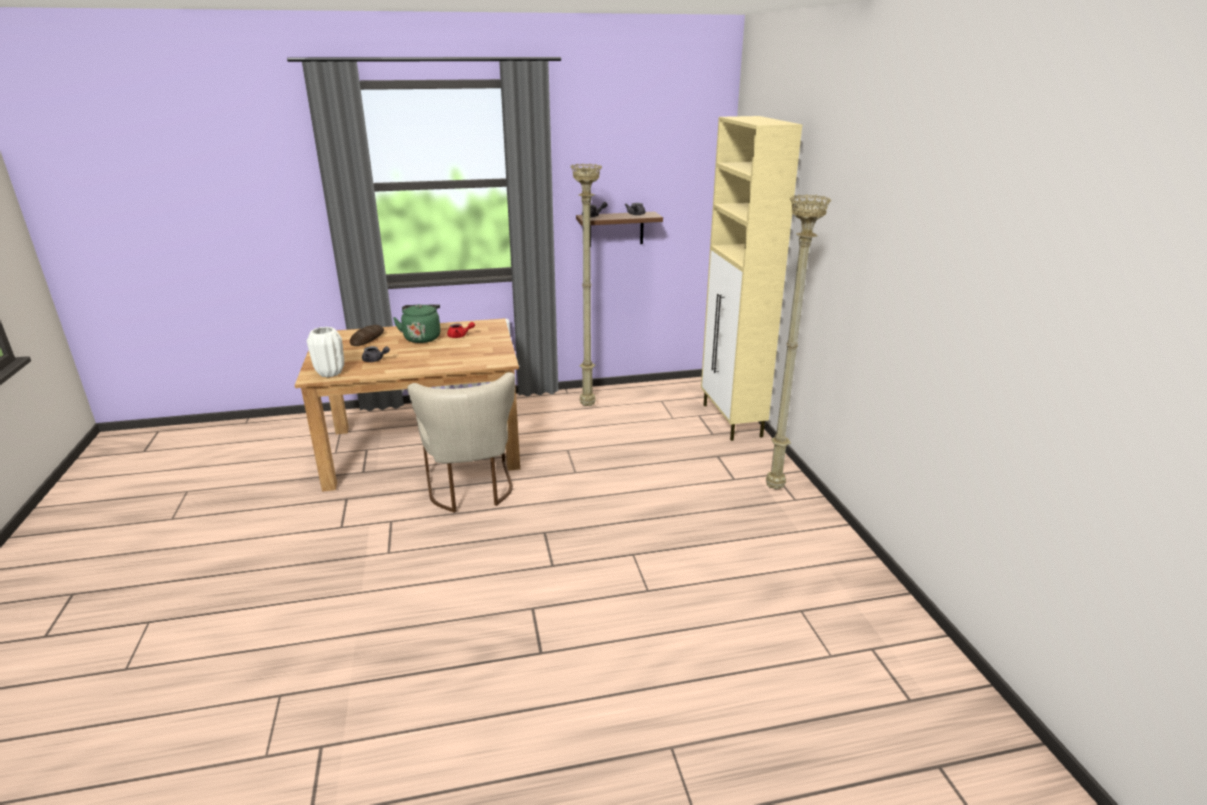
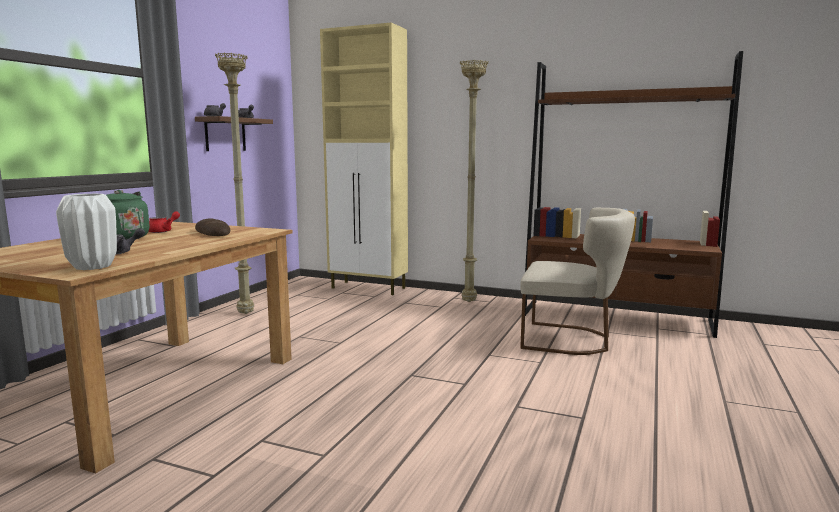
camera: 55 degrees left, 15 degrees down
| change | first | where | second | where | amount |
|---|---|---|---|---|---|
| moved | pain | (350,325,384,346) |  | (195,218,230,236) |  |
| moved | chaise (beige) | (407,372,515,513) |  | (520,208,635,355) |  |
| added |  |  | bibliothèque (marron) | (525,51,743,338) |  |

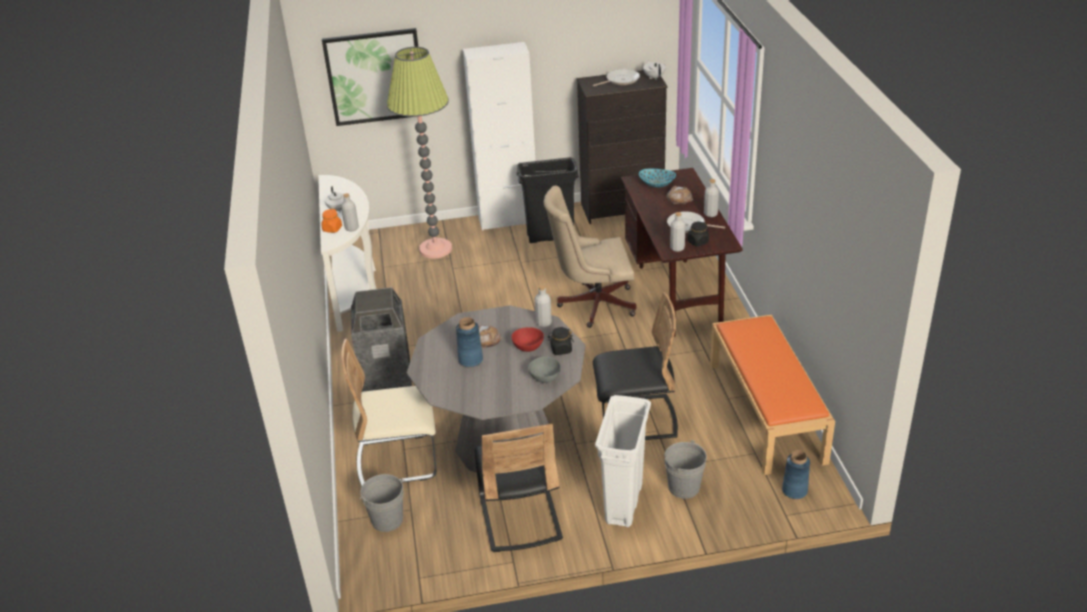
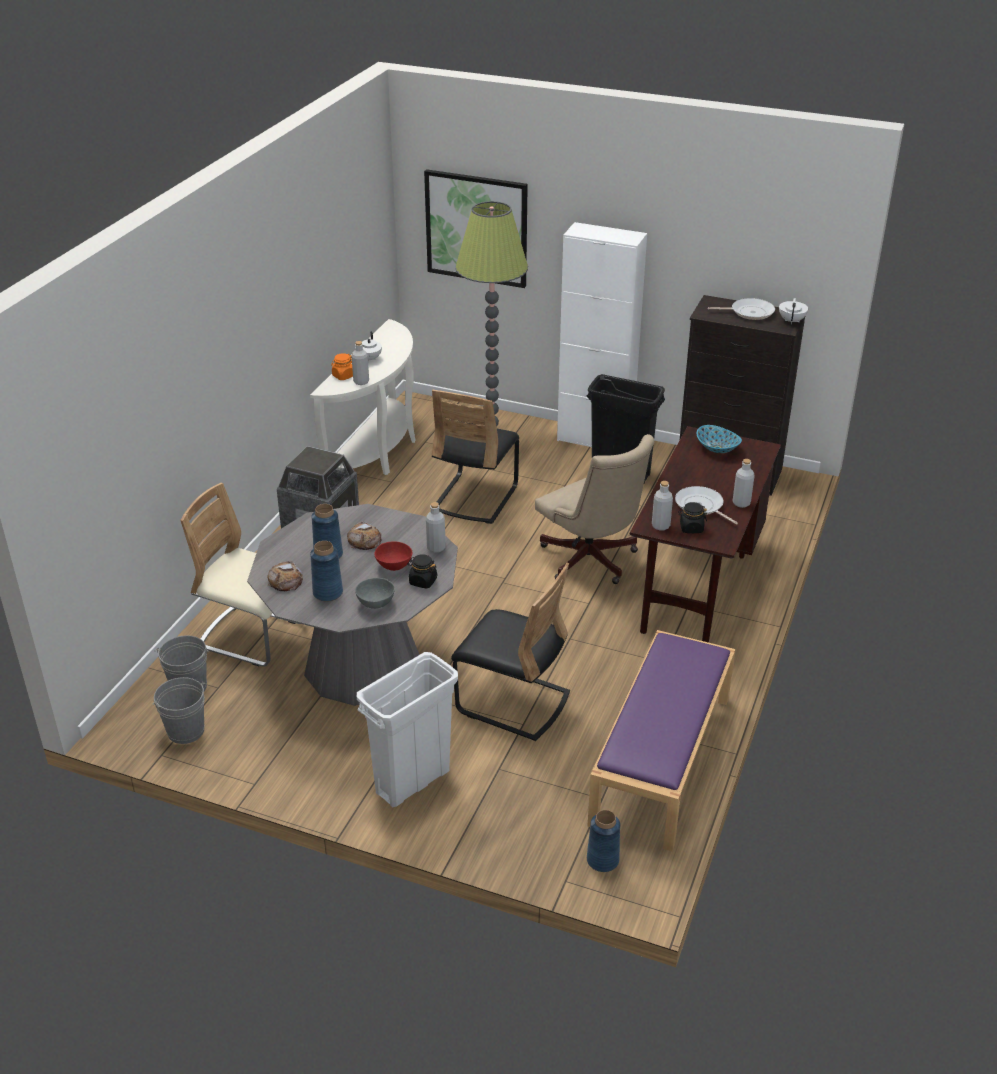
camera: 30 degrees right, 0 degrees up
| change | first | where | second | where | amount |
|---|---|---|---|---|---|
| turned | chaise de bureau (beige) | (544,186,636,328) |  | (535,434,654,584) | 150 degrees counterclockwise |
| moved | pain | (666,186,693,204) |  | (267,561,303,591) |  |
| recoloured | banc (orange) | (710,315,835,475) | banc (violet) | (588,630,736,851) |  |
| moved | chaise (noir) | (474,424,563,552) |  | (432,390,519,524) |  |
| moved | seau (gris) | (664,440,707,499) |  | (153,677,206,744) |  |
| added |  |  | vase (bleu) | (310,541,343,601) |  |

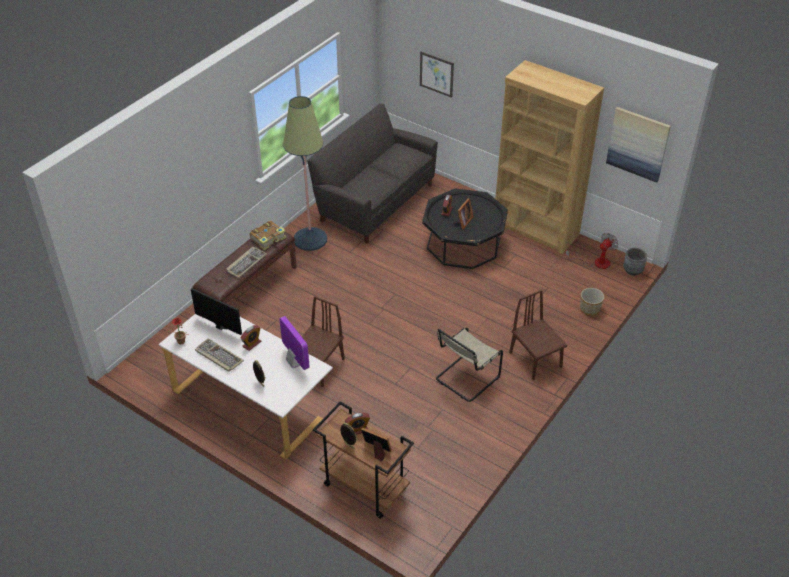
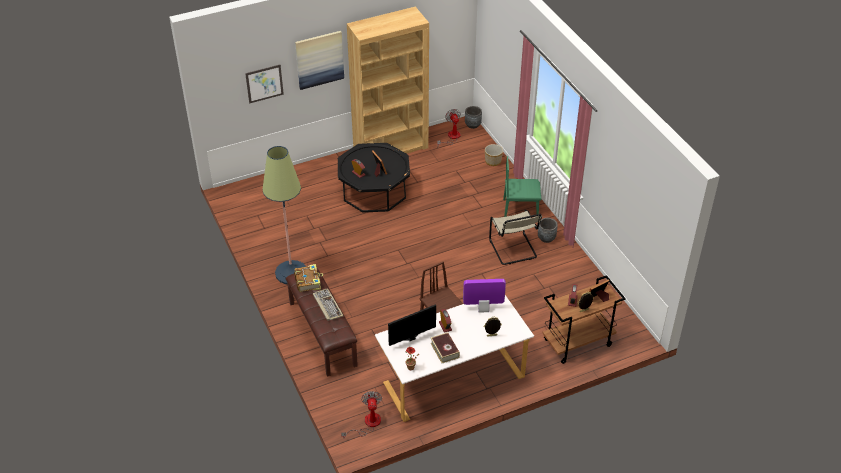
camera: 60 degrees left, 0 degrees up
| change | first | where | second | where | amount |
|---|---|---|---|---|---|
| removed | canapé (gris) | (307,103,438,244) |  |  |  |
| moved | tableau | (606,107,671,183) |  | (295,31,344,90) |  |
| recoloured | chaise (marron) | (509,290,567,380) | chaise (vert) | (503,156,541,217) |  |
| replaced | clavier | (195,338,244,372) | livre | (431,332,460,363) |  |
| added |  |  | cache-pot (gris) | (538,218,558,243) |  |
| added |  |  | ventilateur | (341,391,382,438) |  |

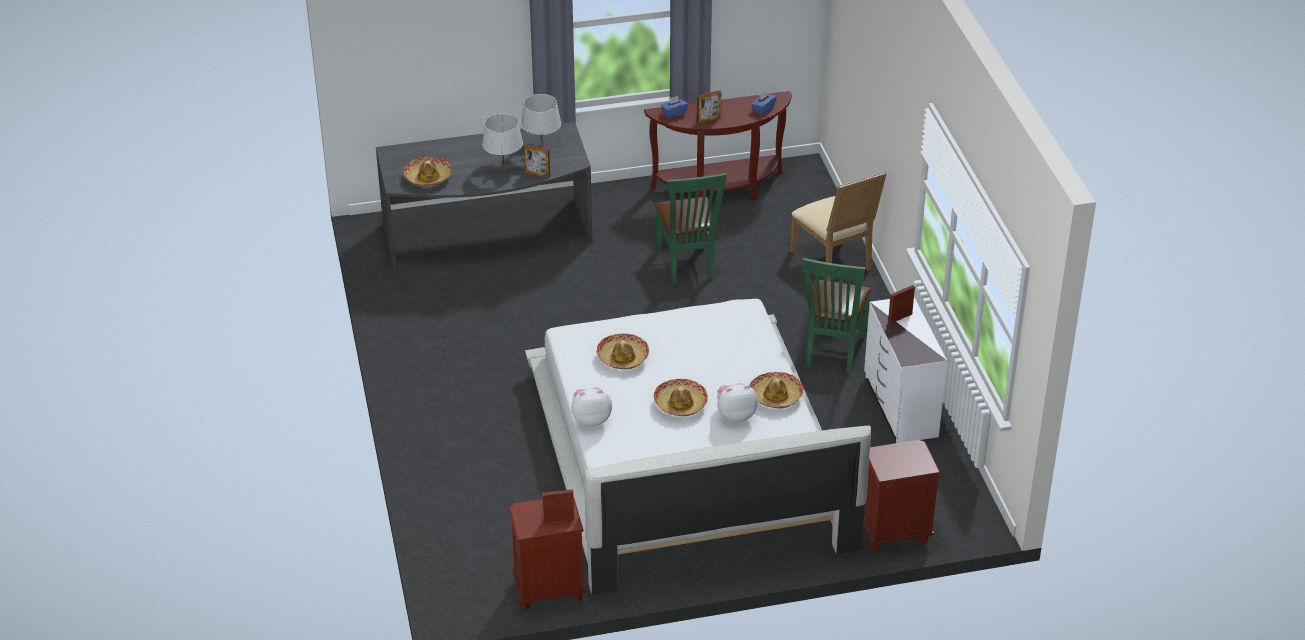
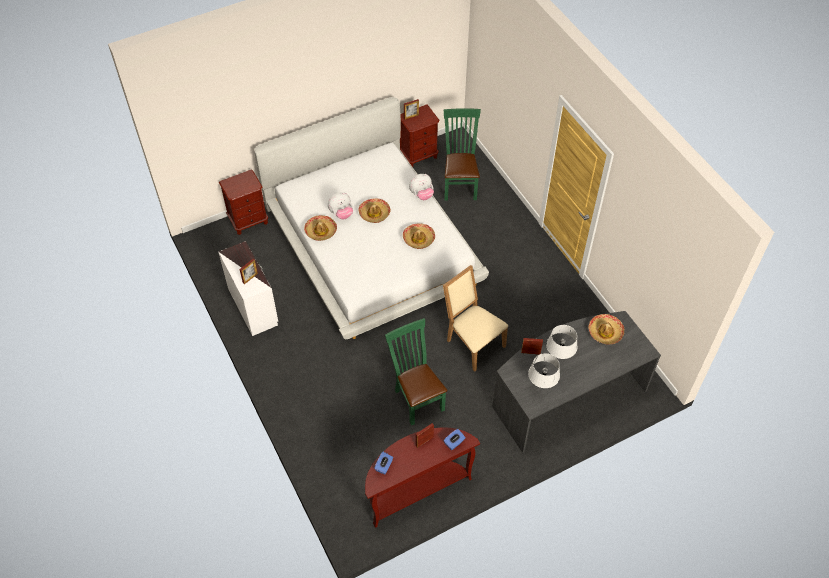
camera: 165 degrees right, 15 degrees up
| change | first | where | second | where | amount |
|---|---|---|---|---|---|
| moved | chaise (beige) | (790,172,886,281) |  | (443,265,508,372) |  |
| moved | chaise (vert) | (803,258,871,373) |  | (444,108,481,201) |  |

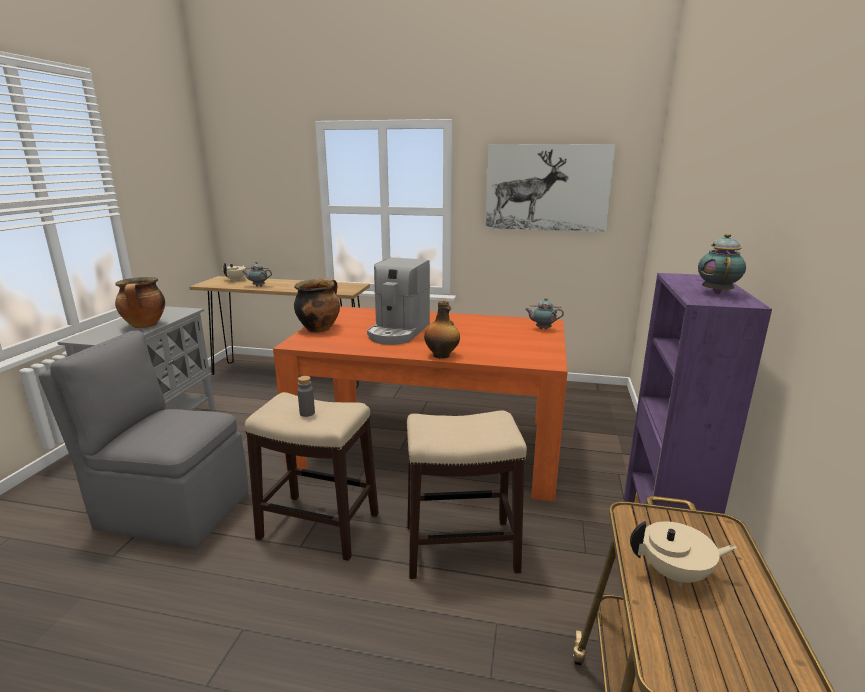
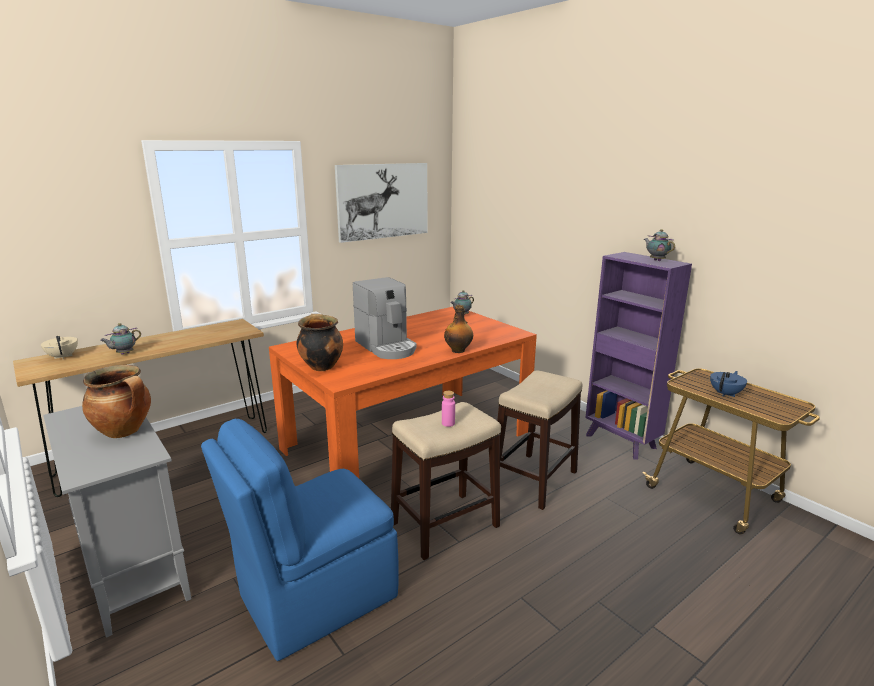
camera: 50 degrees left, 0 degrees up
| change | first | where | second | where | amount |
|---|---|---|---|---|---|
| recoloured | chaise (gris) | (38,331,248,548) | chaise (bleu) | (201,419,399,661) |  |
| recoloured | bouteille (gris) | (297,376,315,417) | bouteille (rose) | (442,391,455,427) |  |
| recoloured | théière (beige) | (630,521,737,588) | théière (bleu) | (710,371,747,397) |  |

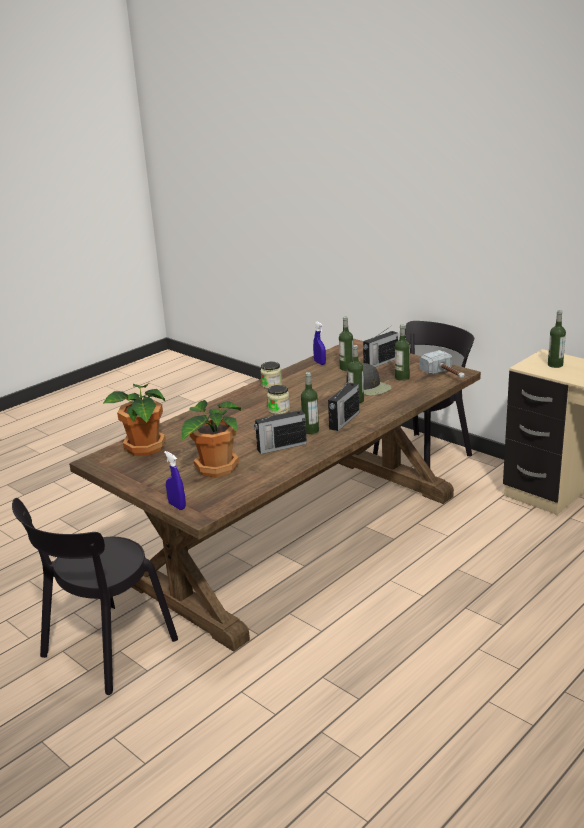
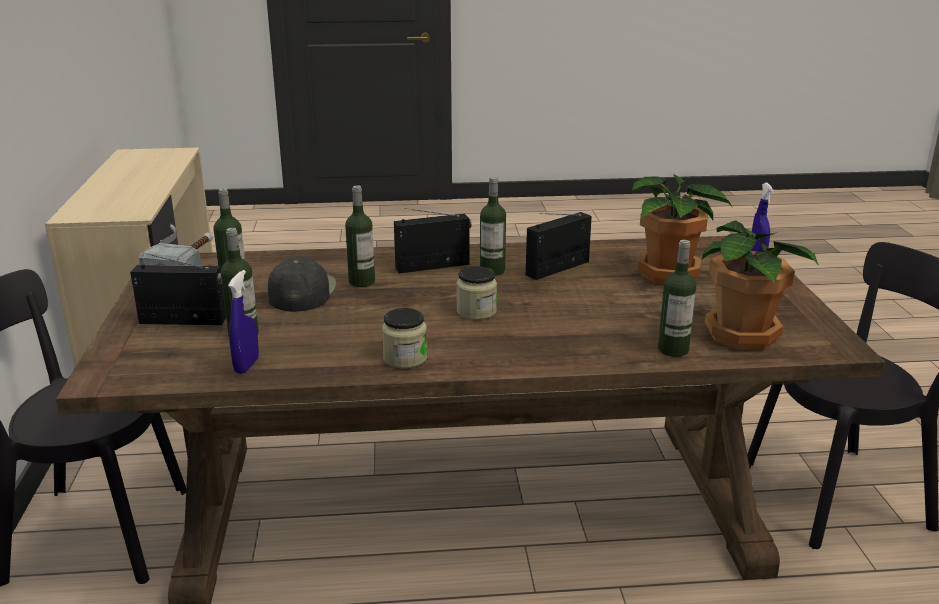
camera: 140 degrees left, 0 degrees up
| change | first | where | second | where | amount |
|---|---|---|---|---|---|
| moved | bouteille | (548,310,566,368) |  | (658,240,696,357) |  |
| turned | radio | (254,407,307,454) |  | (526,212,592,280) | 60 degrees counterclockwise |

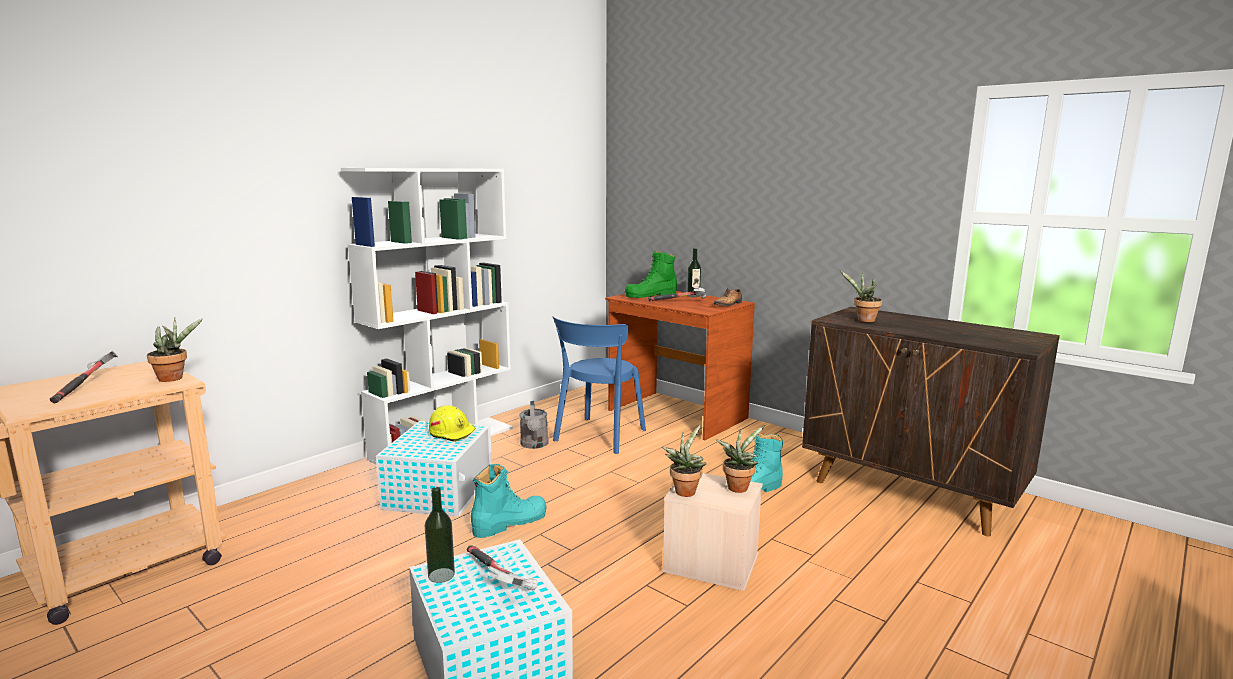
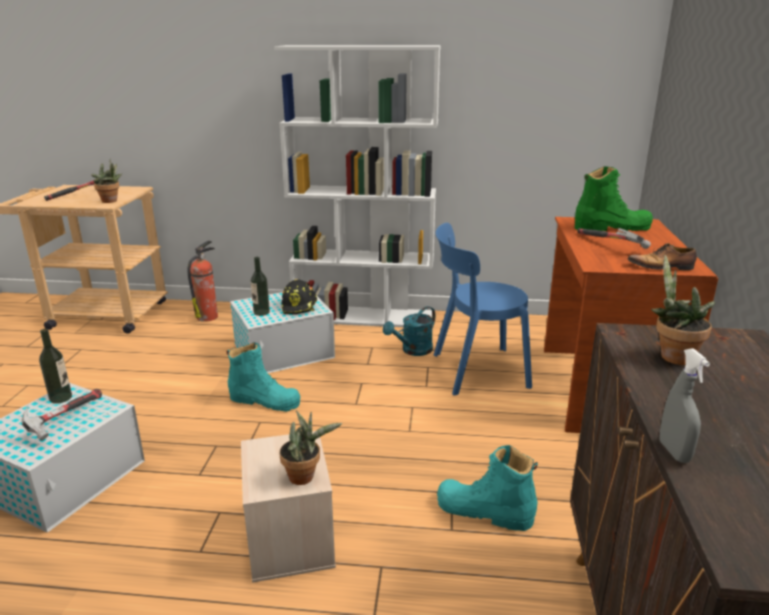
camera: 55 degrees right, 10 degrees up
| change | first | where | second | where | amount |
|---|---|---|---|---|---|
| moved | bouteille | (687,248,701,297) |  | (251,257,270,316) |  |
| turned | botte (vert) | (625,251,677,298) |  | (575,166,653,231) | 150 degrees clockwise |
| recoloured | arrosoir (gris) | (520,401,549,449) | arrosoir (turquoise) | (383,306,435,356) |  |
| recoloured | casque de chantier (jaune) | (429,405,476,442) | casque de chantier (noir) | (282,279,317,314) |  |
| removed | plante en pot | (662,424,706,497) |  |  |  |
| added |  |  | extincteur | (187,241,218,322) |  |
| added |  |  | vaporisateur (gris) | (659,348,710,463) |  |

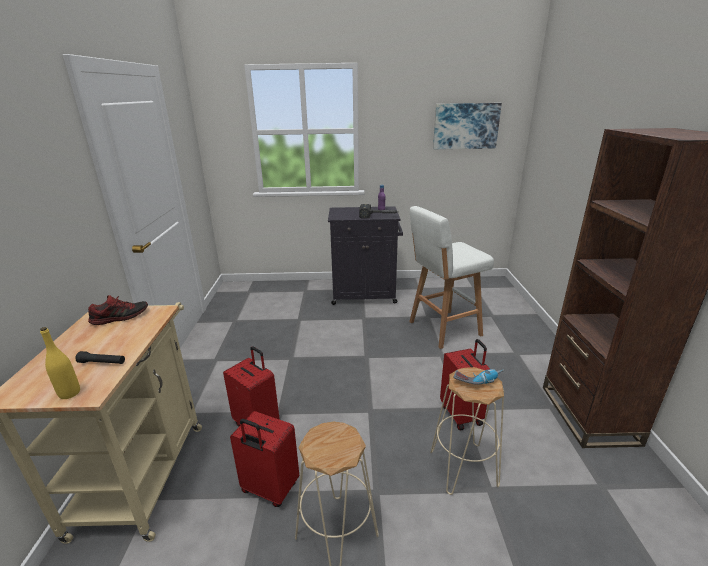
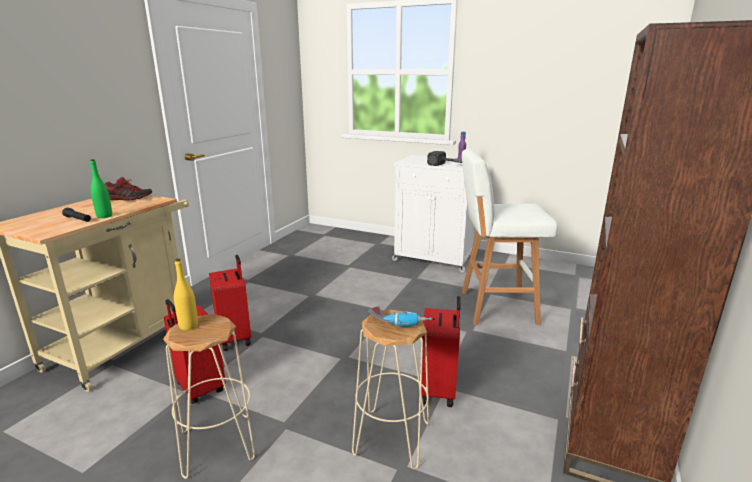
camera: 25 degrees right, 5 degrees down
| change | first | where | second | where | amount |
|---|---|---|---|---|---|
| removed | tableau | (433,103,502,149) |  |  |  |
| recoloured | meuble de rangement (noir) | (328,206,403,305) | meuble de rangement (blanc) | (392,155,476,273) |  |
| moved | bouteille (jaune) | (40,327,80,399) |  | (174,258,198,330) |  |
| added |  |  | bouteille (vert) | (90,159,112,218) |  |

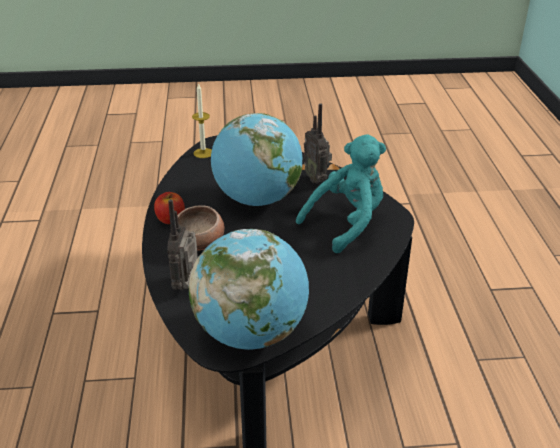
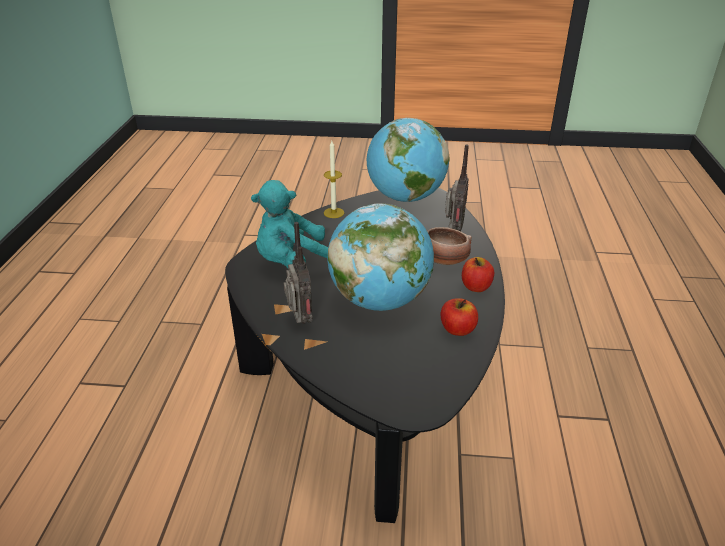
camera: 170 degrees left, 0 degrees up
| change | first | where | second | where | amount |
|---|---|---|---|---|---|
| moved | bougie | (192,83,212,158) |  | (324,141,344,218) |  |
| added |  |  | pomme | (440,298,478,336) |  |

